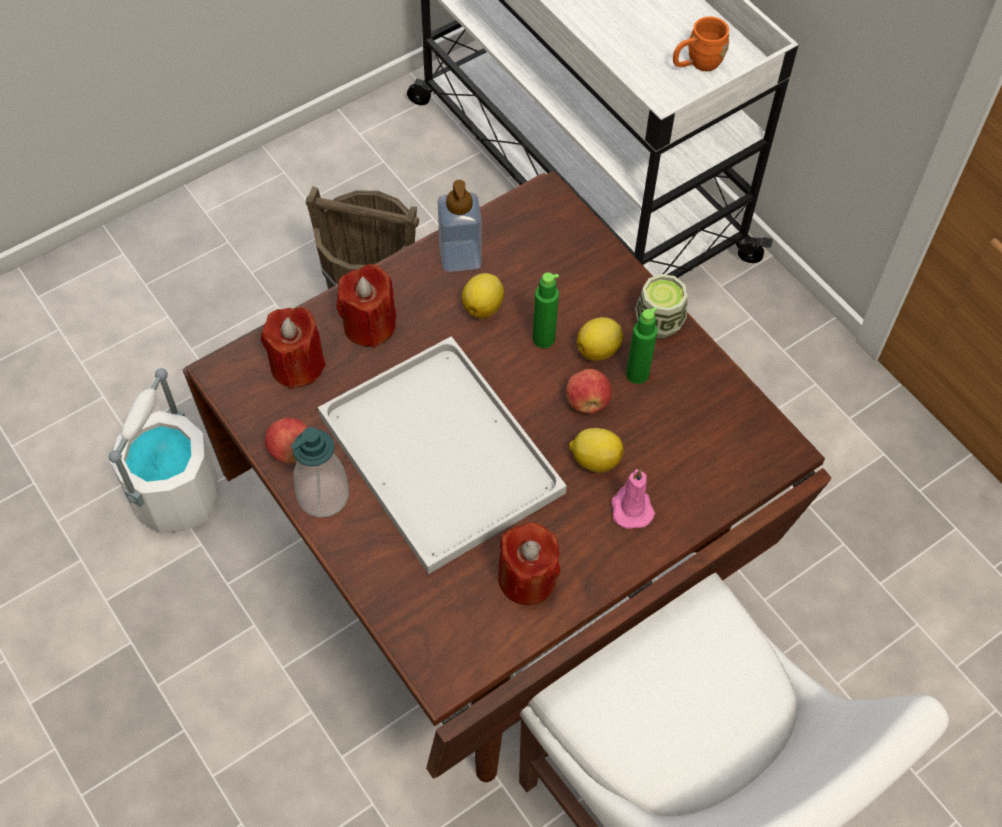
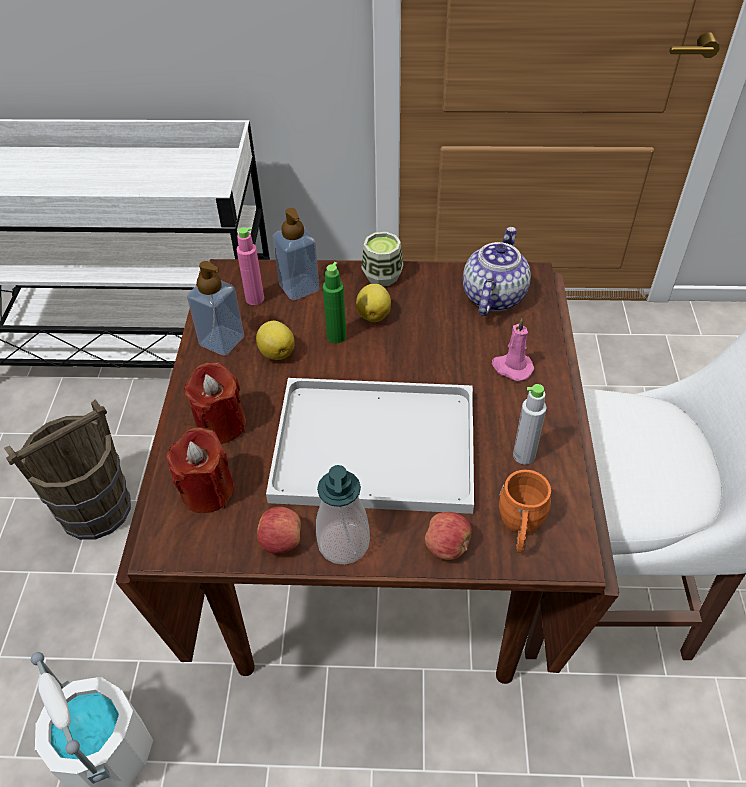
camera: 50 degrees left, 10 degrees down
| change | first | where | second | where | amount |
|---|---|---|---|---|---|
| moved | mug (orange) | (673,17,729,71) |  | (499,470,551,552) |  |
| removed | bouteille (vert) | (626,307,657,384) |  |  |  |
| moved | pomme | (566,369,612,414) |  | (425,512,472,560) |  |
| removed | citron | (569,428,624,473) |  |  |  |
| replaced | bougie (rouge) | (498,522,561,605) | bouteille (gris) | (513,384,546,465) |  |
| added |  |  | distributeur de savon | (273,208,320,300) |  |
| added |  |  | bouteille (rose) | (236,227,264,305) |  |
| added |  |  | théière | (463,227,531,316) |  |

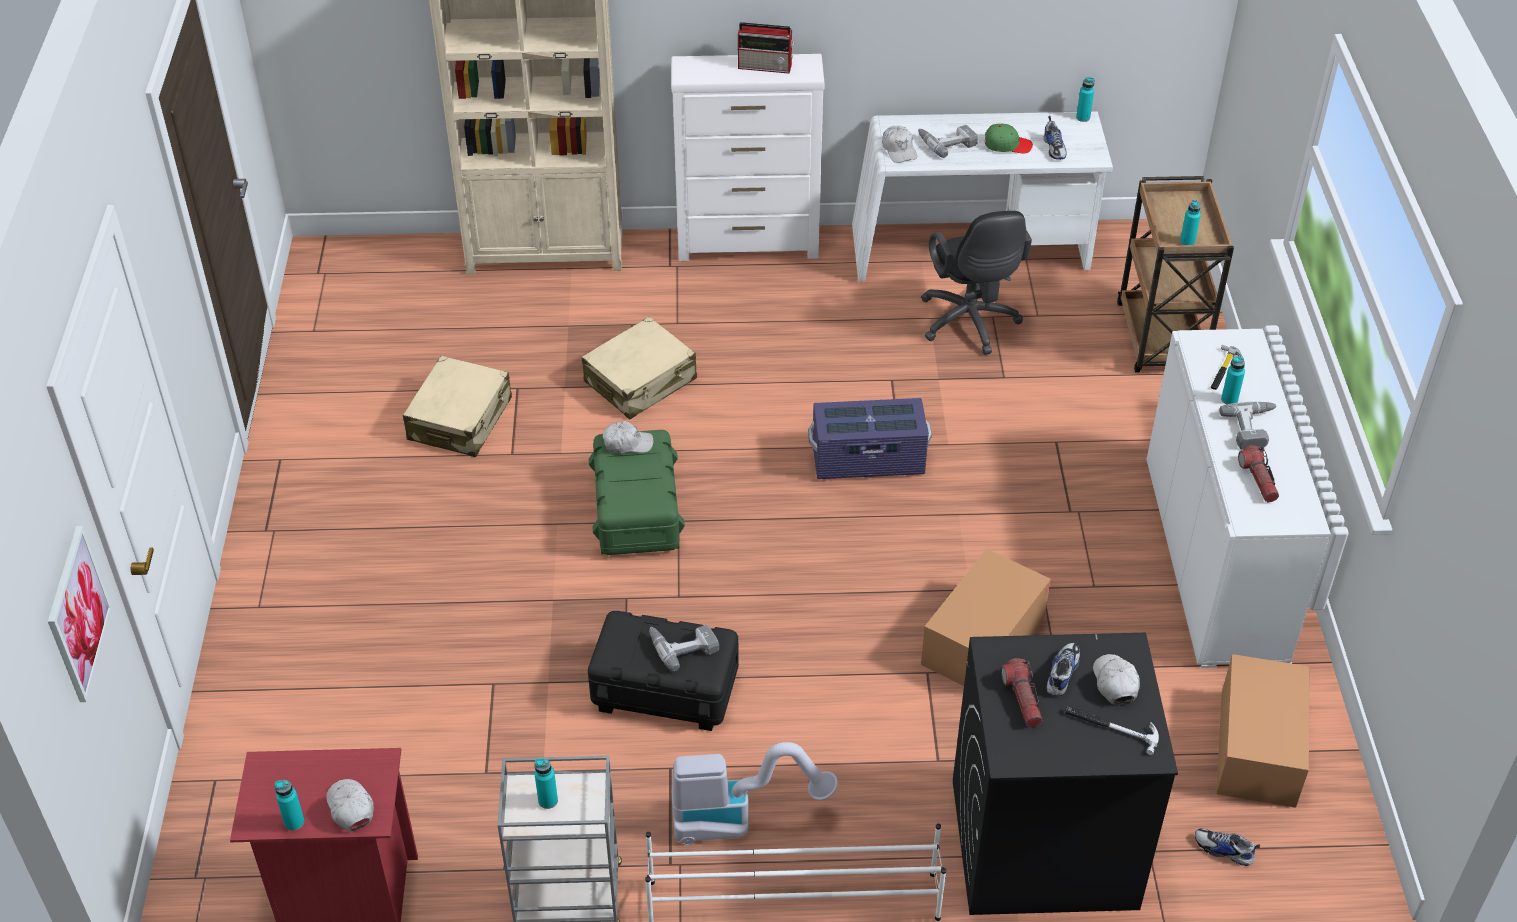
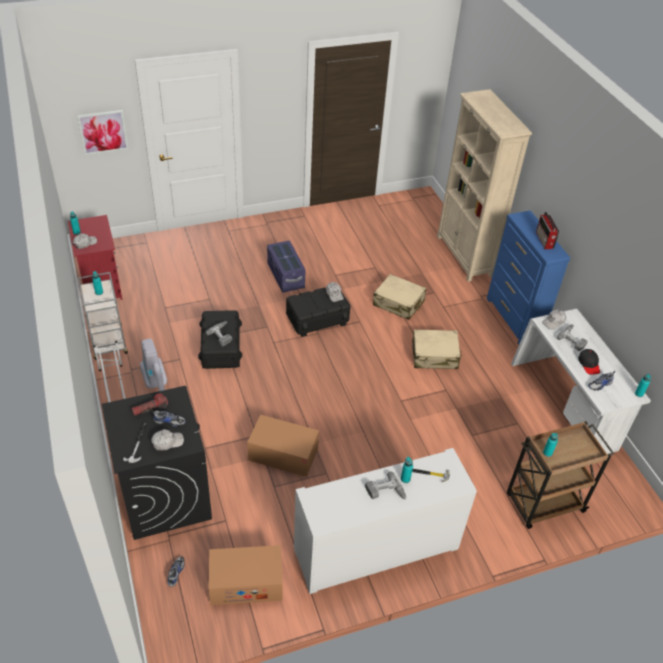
camera: 70 degrees right, 0 degrees up
| change | first | where | second | where | amount |
|---|---|---|---|---|---|
| recoloured | commode (blanc) | (671,54,825,261) | commode (bleu) | (487,210,570,344) |  |
| recoloured | casquette (vert) | (985,124,1033,153) | casquette (noir) | (578,349,600,375) |  |
| removed | chaise de bureau (noir) | (921,211,1032,355) |  |  |  |
| moved | valise (beige) | (403,356,512,457) |  | (412,329,462,369) |  |
| moved | boîte de rangement (violet) | (808,398,932,479) |  | (267,240,306,293) |  |
| recoloured | boîte de rangement (vert) | (589,430,685,555) | boîte de rangement (noir) | (286,288,350,337) |  |
| removed | lampe de poche | (1238,445,1279,502) |  |  |  |

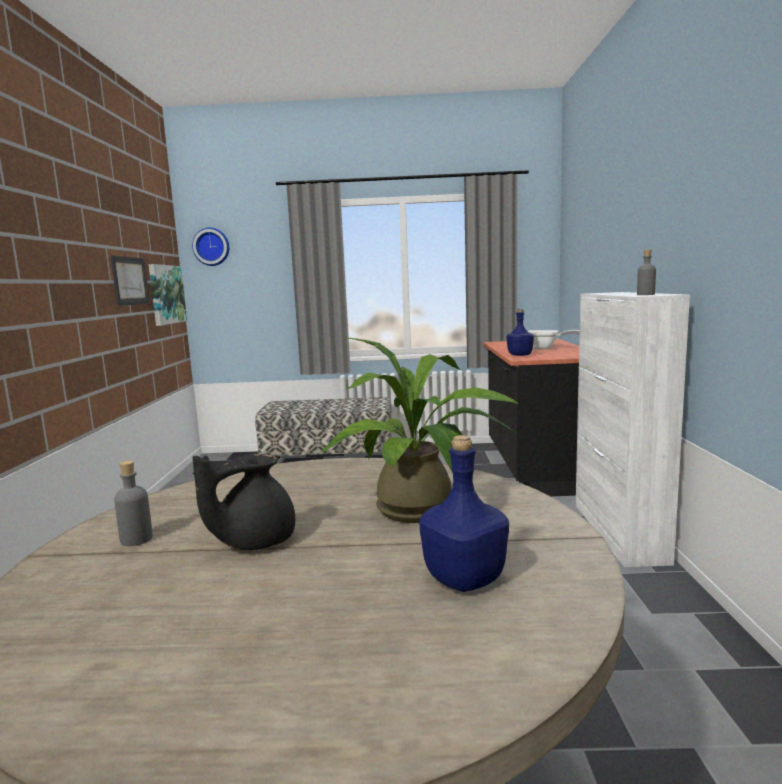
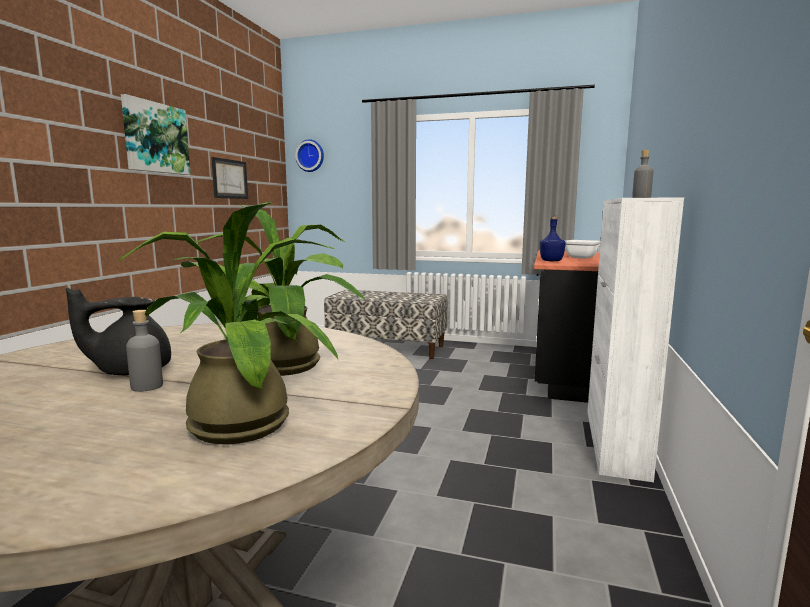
camera: 15 degrees right, 0 degrees up
| change | first | where | second | where | amount |
|---|---|---|---|---|---|
| moved | tableau | (149,264,187,326) |  | (121,94,191,175) |  |
| replaced | bouteille (bleu) | (419,435,509,592) | plante en pot | (117,202,338,444) |  |
| moved | bouteille (gris) | (114,461,153,546) |  | (126,310,163,392) |  |

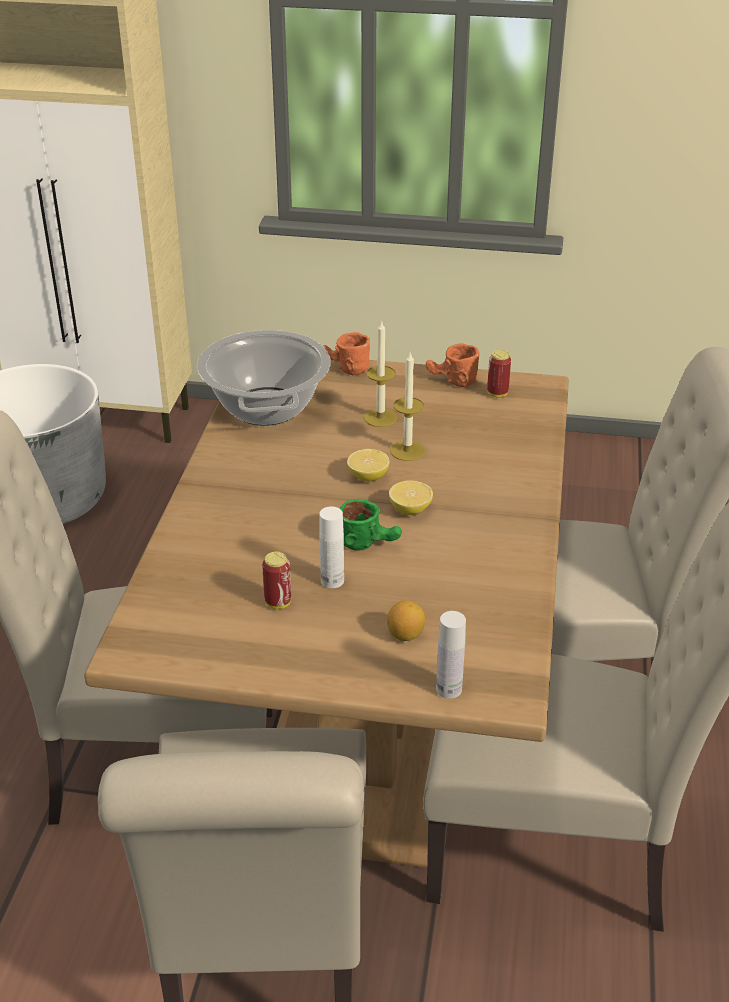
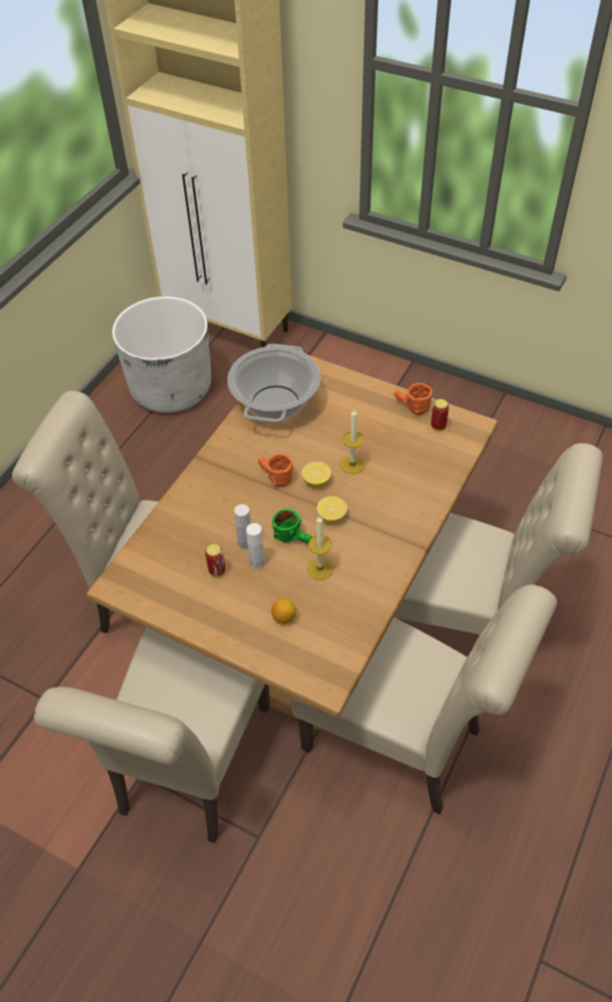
camera: 20 degrees right, 15 degrees up
| change | first | where | second | where | amount |
|---|---|---|---|---|---|
| moved | bougie | (364,320,398,427) |  | (307,515,334,580) |  |
| moved | mug (orange) | (322,332,370,375) |  | (258,454,293,487) |  |
| moved | bouteille (blanc) | (436,611,466,699) |  | (234,504,251,550) |  |

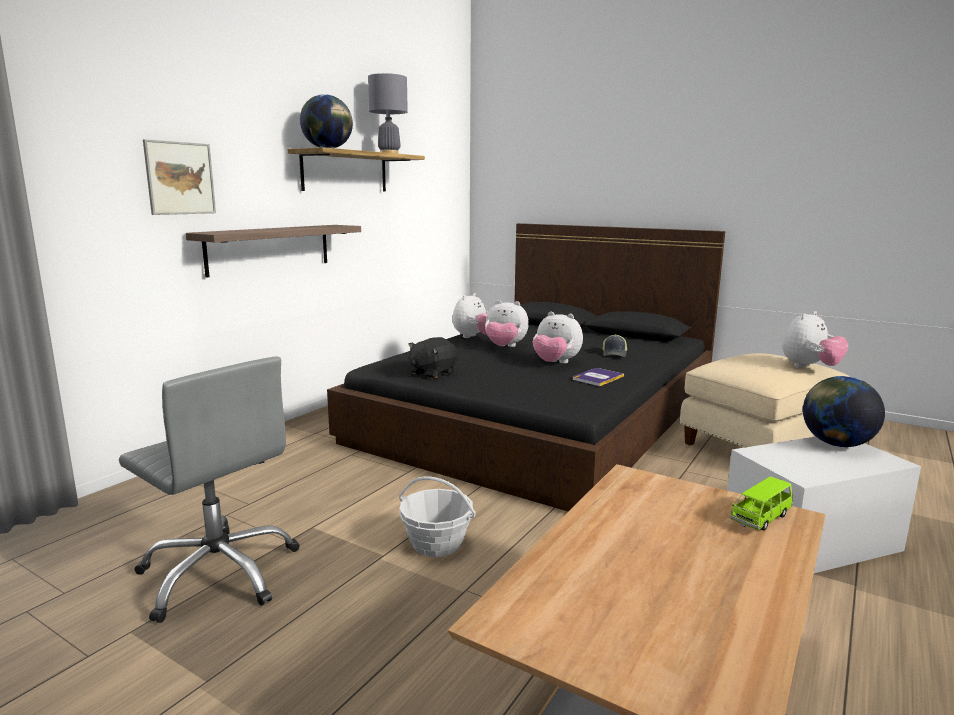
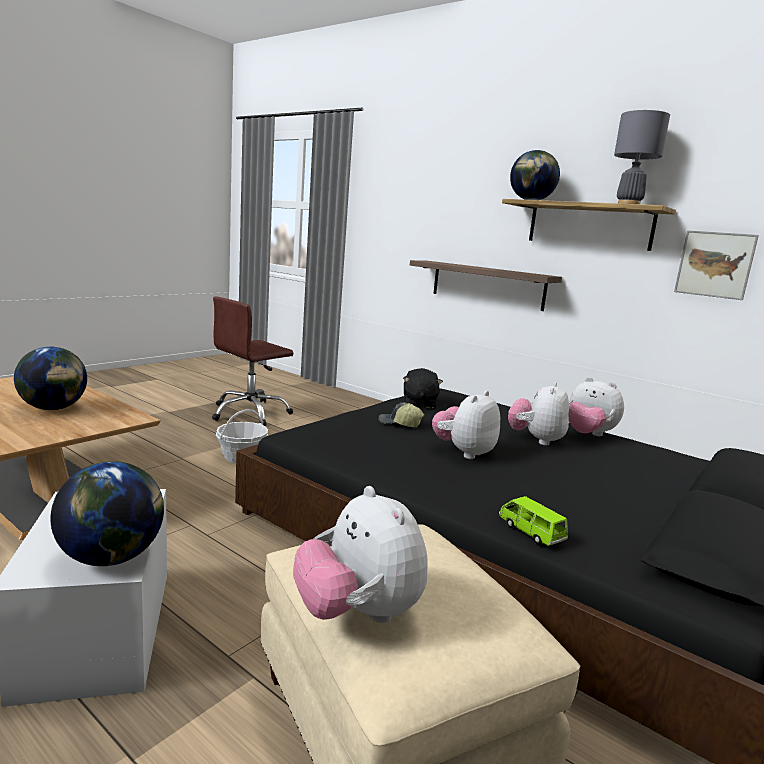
camera: 95 degrees right, 0 degrees up
| change | first | where | second | where | amount |
|---|---|---|---|---|---|
| moved | tableau | (143,139,216,215) |  | (674,230,759,300) |  |
| moved | casquette | (602,334,627,357) |  | (379,403,424,427) |  |
| turned | peluche (noir) | (408,337,458,379) |  | (403,368,443,408) | 135 degrees counterclockwise |
| recoloured | chaise de bureau (gris) | (119,356,300,623) | chaise de bureau (marron) | (212,296,293,426) |  |
| removed | livre | (573,368,624,386) |  |  |  |
| moved | petite voiture (vert) | (729,477,793,531) |  | (499,496,568,546) |  |
| added |  |  | globe | (14,347,87,410) |  |

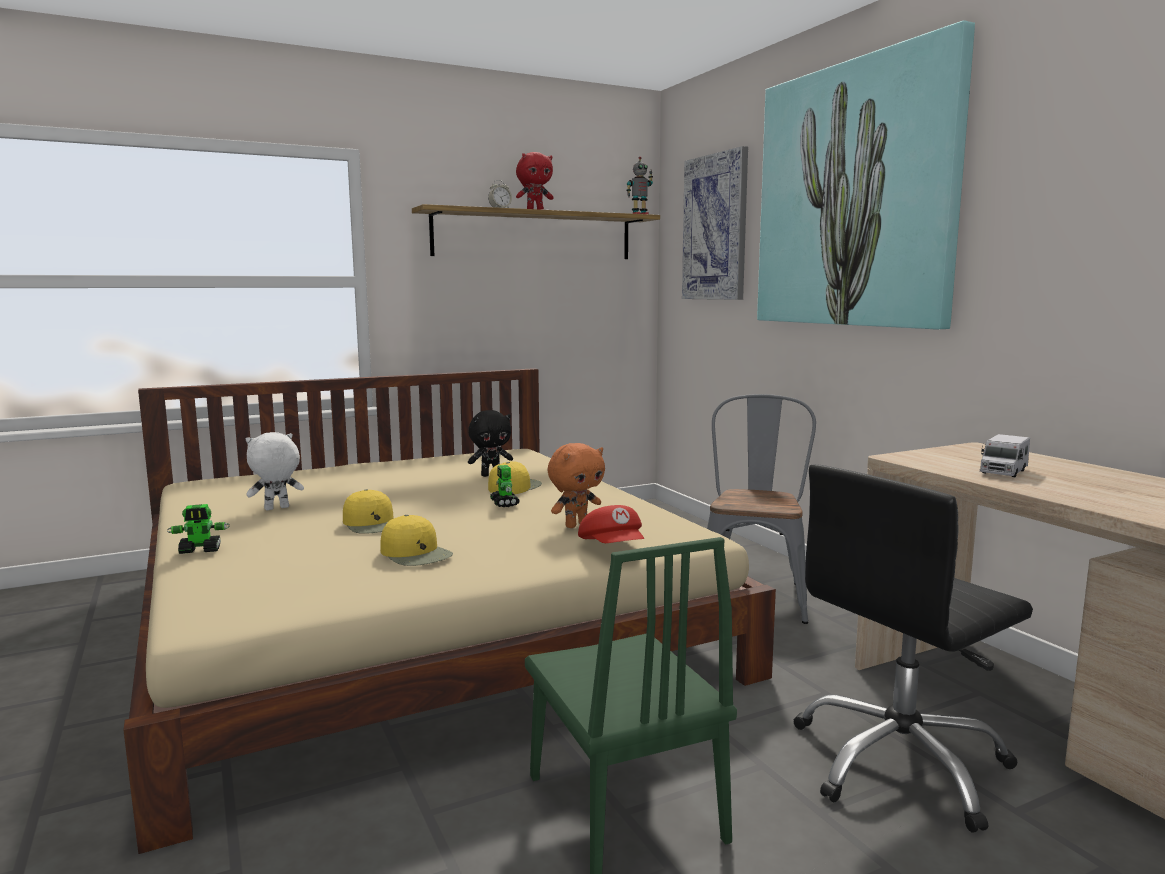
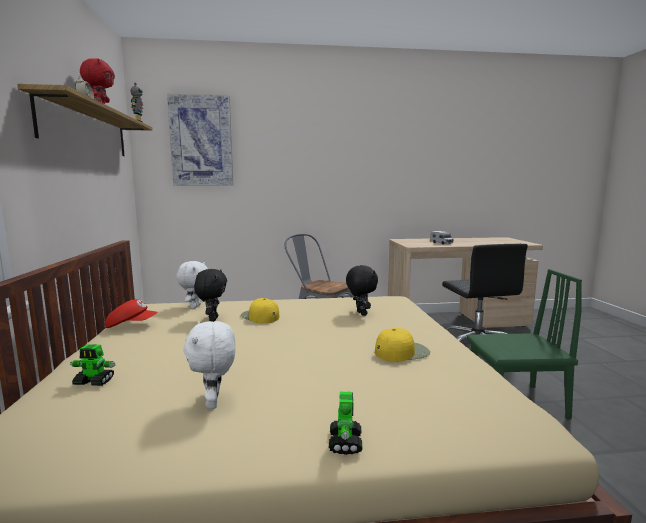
camera: 70 degrees left, 0 degrees up
| change | first | where | second | where | amount |
|---|---|---|---|---|---|
| removed | tableau | (757,20,975,330) |  |  |  |
| recoloured | peluche (orange) | (547,443,605,528) | peluche (noir) | (346,265,378,316) |  |
| moved | robot jouet | (490,465,520,507) |  | (70,345,115,386) |  |
| removed | casquette (jaune) | (343,489,394,534) |  |  |  |
| moved | casquette (rouge) | (578,505,644,543) |  | (105,299,158,328) |  |
| added |  |  | peluche (blanc) | (176,261,208,309) |  |

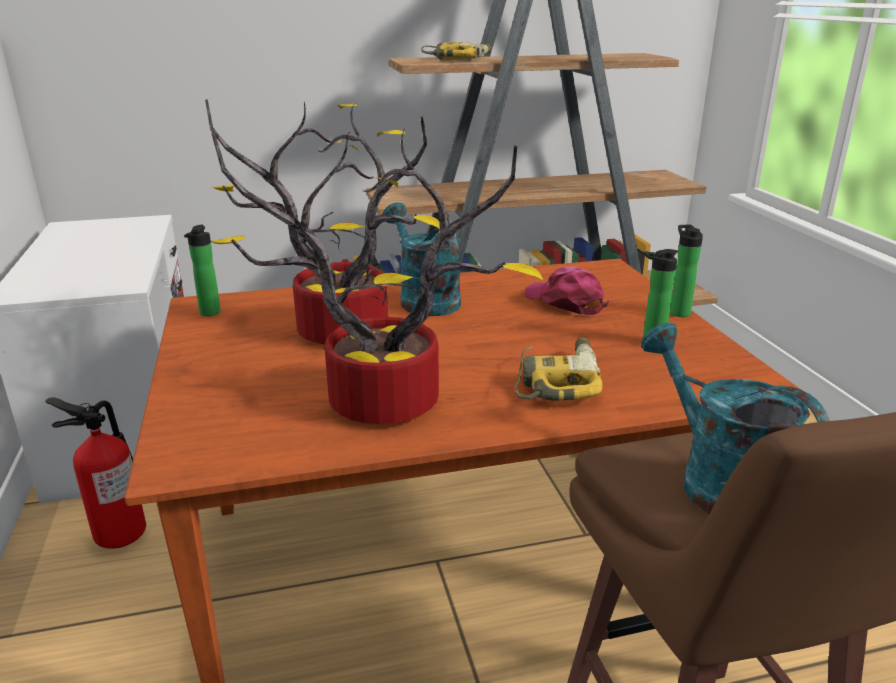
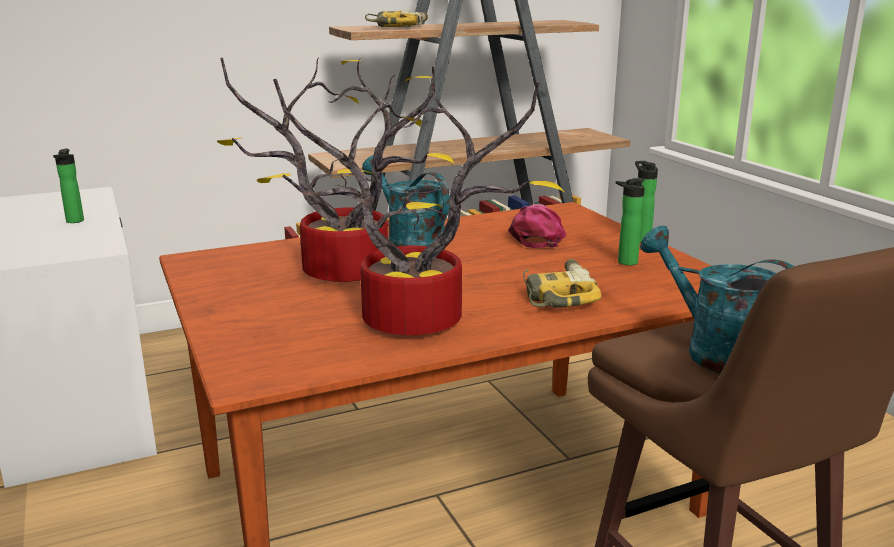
camera: 10 degrees left, 5 degrees down
| change | first | where | second | where | amount |
|---|---|---|---|---|---|
| moved | bouteille | (184,225,221,316) |  | (53,148,84,223) |  |
| turned | casquette (rose) | (525,266,609,315) |  | (508,204,566,248) | 60 degrees clockwise |
| removed | extincteur | (46,397,146,549) |  |  |  |

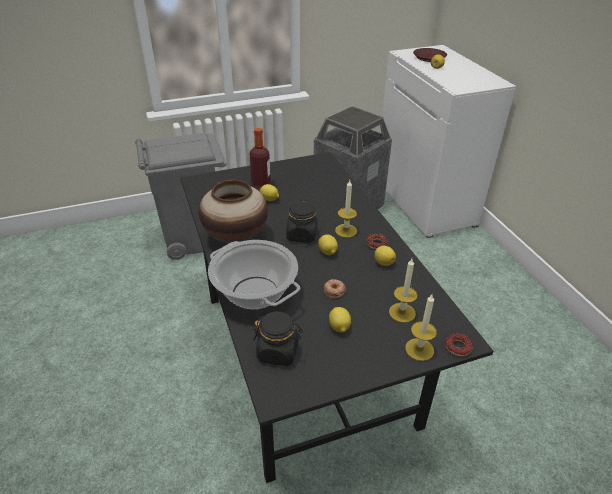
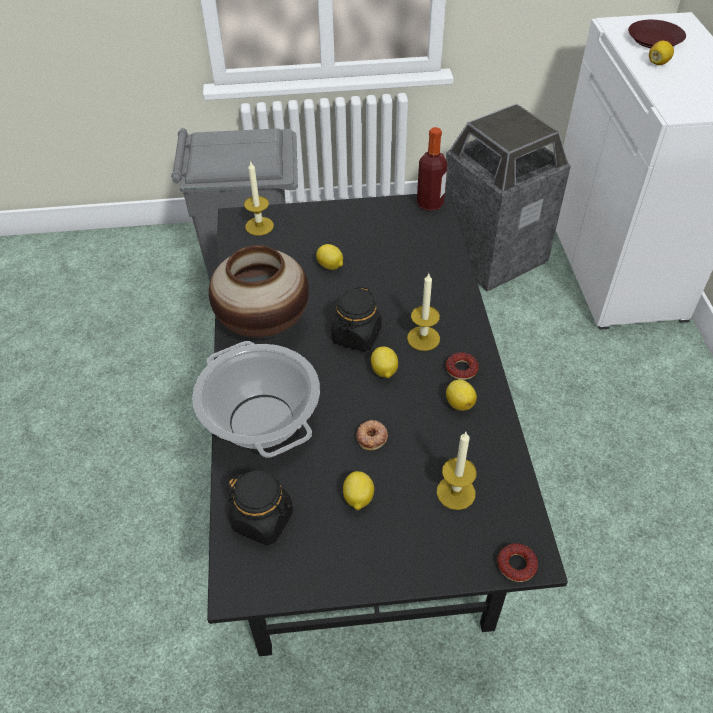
camera: 15 degrees right, 10 degrees up
| change | first | where | second | where | amount |
|---|---|---|---|---|---|
| moved | bouteille | (249,128,271,188) |  | (417,127,447,211) |  |
| moved | bougie | (405,294,437,361) |  | (244,162,274,236) |  |

